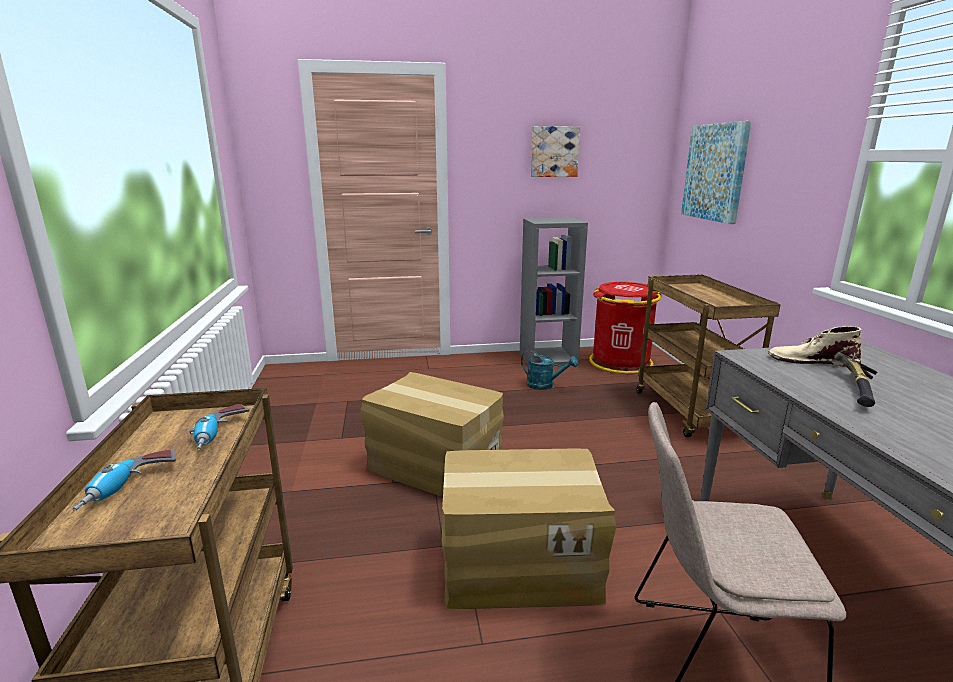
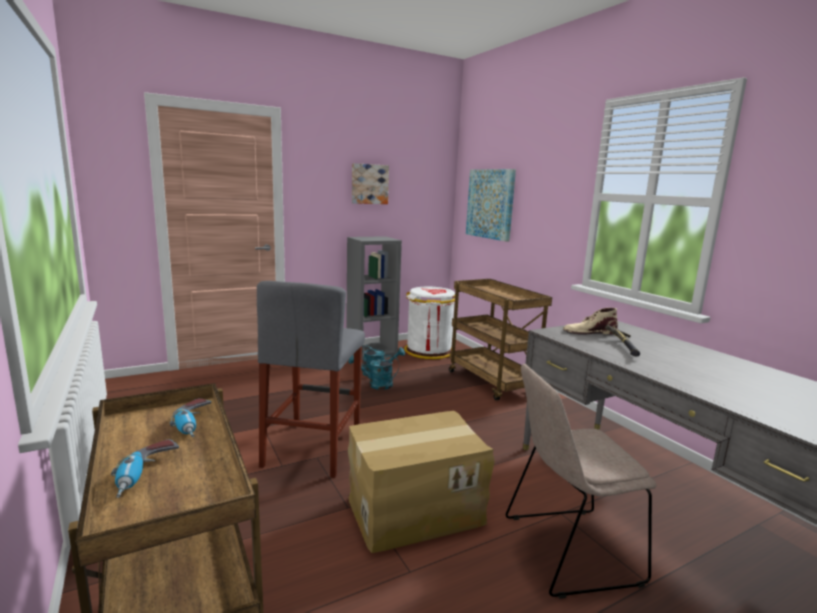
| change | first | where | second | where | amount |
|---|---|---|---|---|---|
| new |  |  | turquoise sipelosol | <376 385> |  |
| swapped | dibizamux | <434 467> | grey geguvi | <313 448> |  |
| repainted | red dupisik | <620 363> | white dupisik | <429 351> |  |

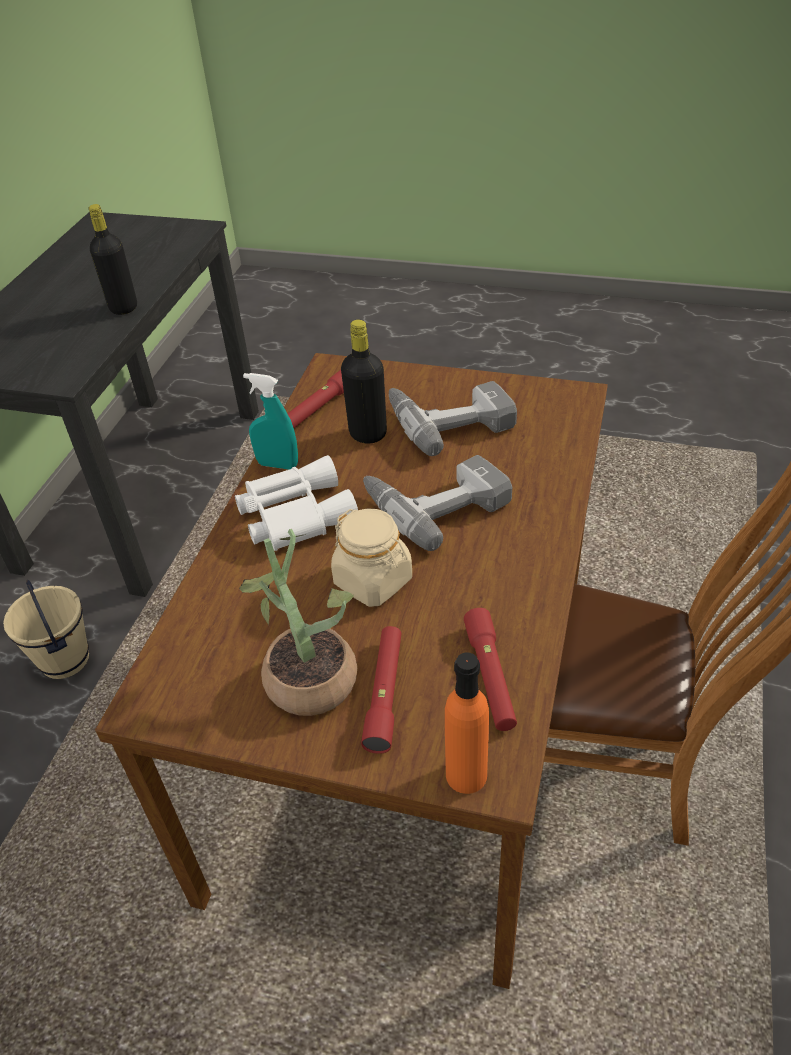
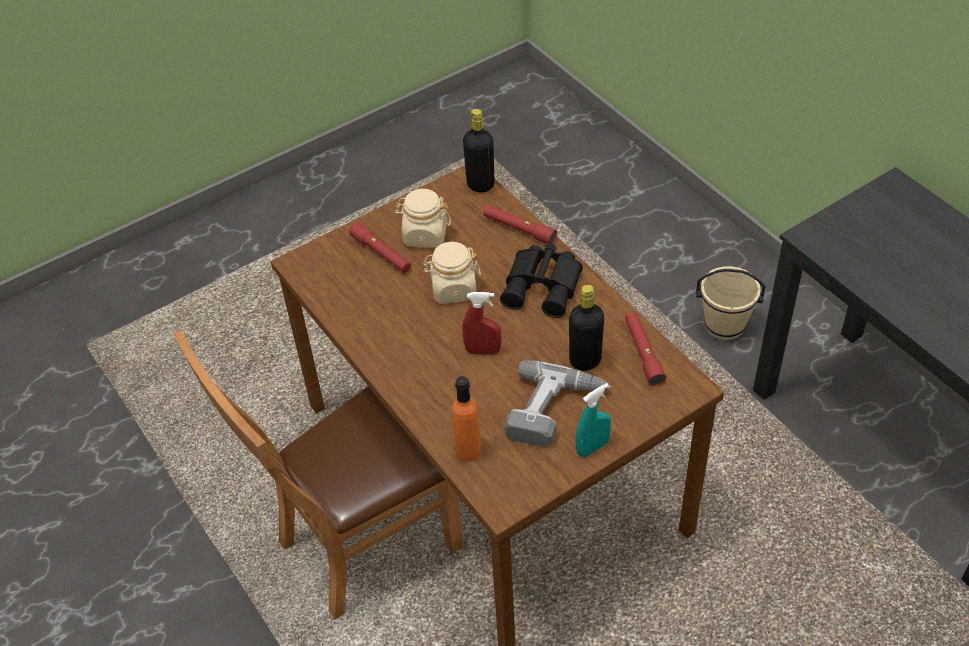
| change | first | where | second | where | amount |
|---|---|---|---|---|---|
| shifted | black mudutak | <123 307> |  | <480 184> |  |
| shifted | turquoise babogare | <277 465> |  | <592 447> |  |
| shifted | orange mudutak | <466 774> |  | <468 451> |  |
| shifted | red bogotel | <490 676> |  | <519 229> |  |
| swapped | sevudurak | <307 672> | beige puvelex | <425 235> |  |
| swapped | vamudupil | <435 502> | red babogare | <483 351> |  |
| repainted | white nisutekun | <294 513> | black nisutekun | <544 286> |  |

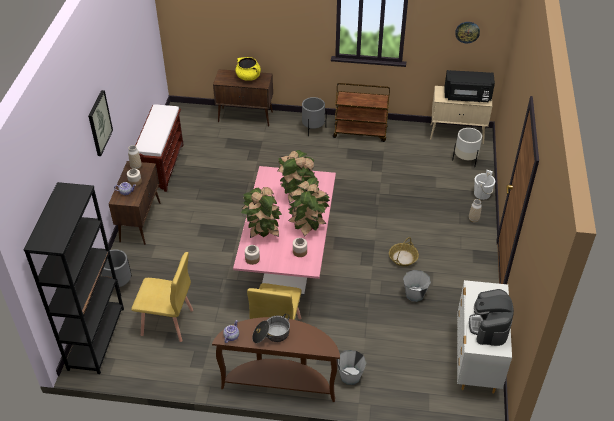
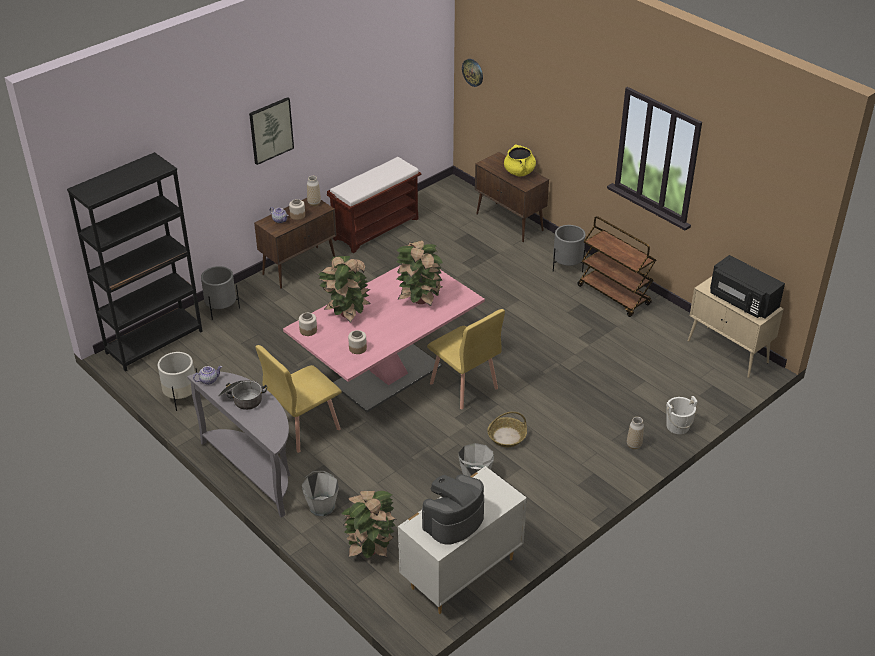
| change | first | where | second | where | amount |
|---|---|---|---|---|---|
| shifted | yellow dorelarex | <167 323> |  | <463 386> |  |
| shifted | sevudurak | <308 227> |  | <370 550> |  |
| shifted | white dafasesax | <465 159> |  | <181 397> |  |
| shifted | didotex | <467 32> |  | <473 72> |  |
| repainted | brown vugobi | <280 382> | grey vugobi | <255 470> |  |

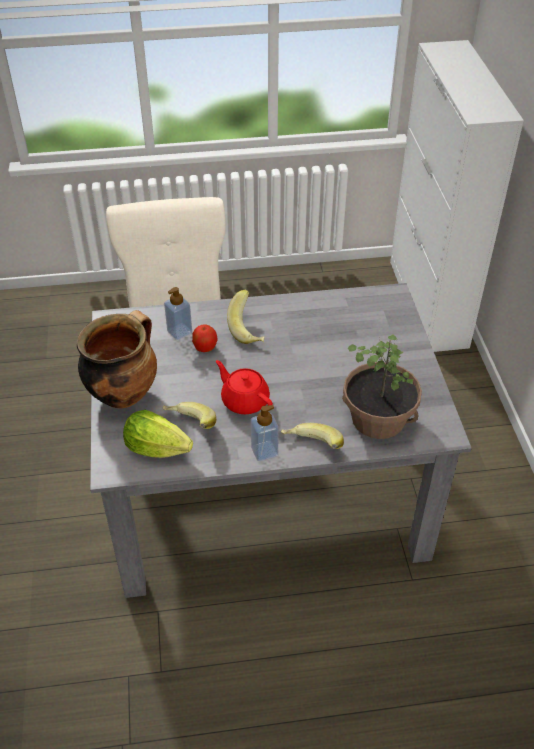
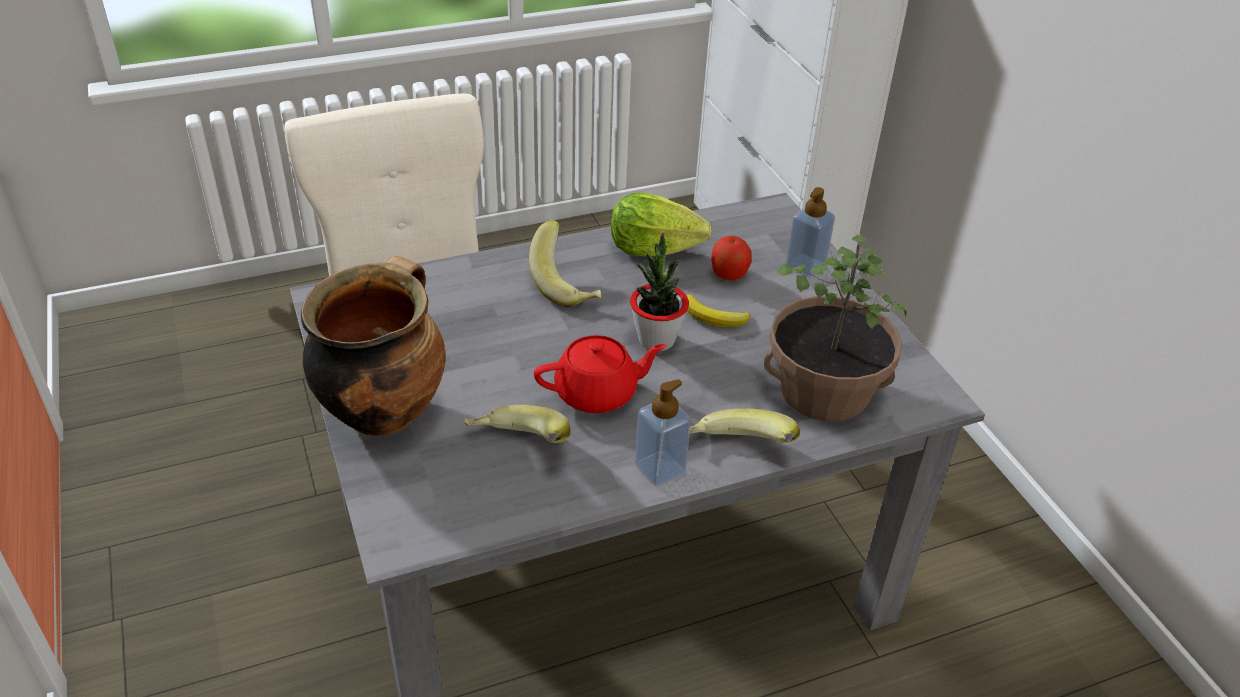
| change | first | where | second | where | amount |
|---|---|---|---|---|---|
| new |  |  | sevudurak | <656 340> |  |
| new |  |  | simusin | <714 317> |  |
| shifted | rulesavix | <156 448> |  | <653 249> |  |
| shifted | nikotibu | <179 332> |  | <805 266> |  |
| shifted | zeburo | <205 348> |  | <729 275> |  |
| rotated | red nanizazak | <244 400> |  | <598 393> | 135 degrees clockwise |

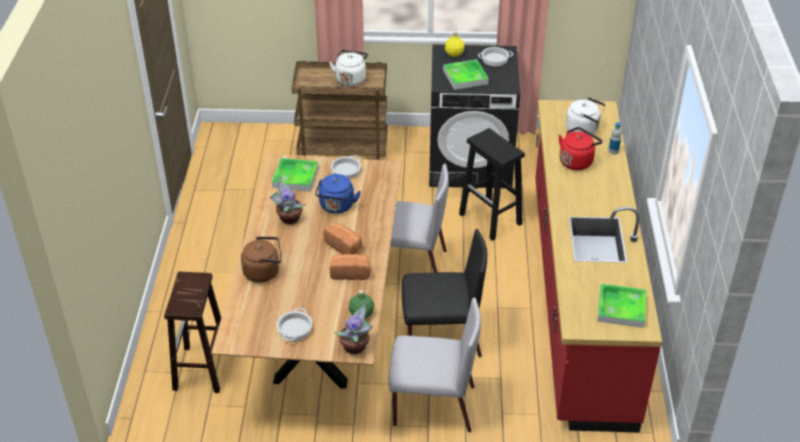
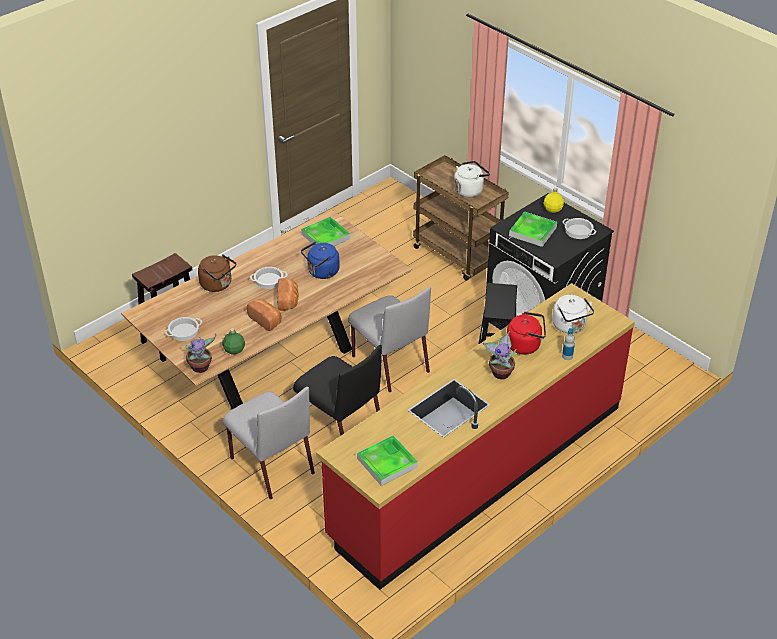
| change | first | where | second | where | amount |
|---|---|---|---|---|---|
| shifted | sevudurak | <288 218> |  | <500 372> |  |
| shifted | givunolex | <346 171> |  | <268 280> |  |

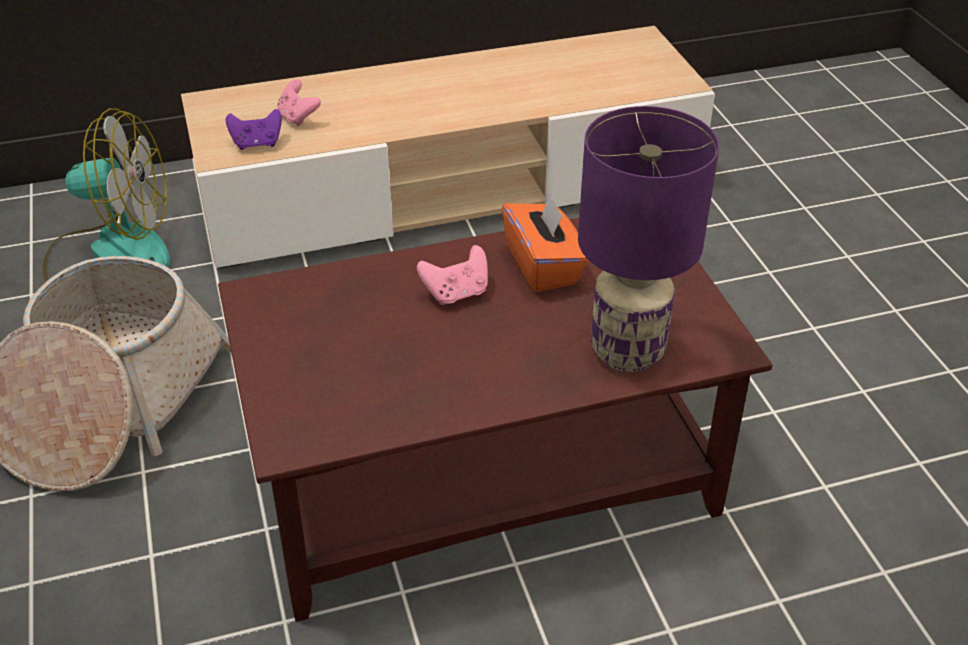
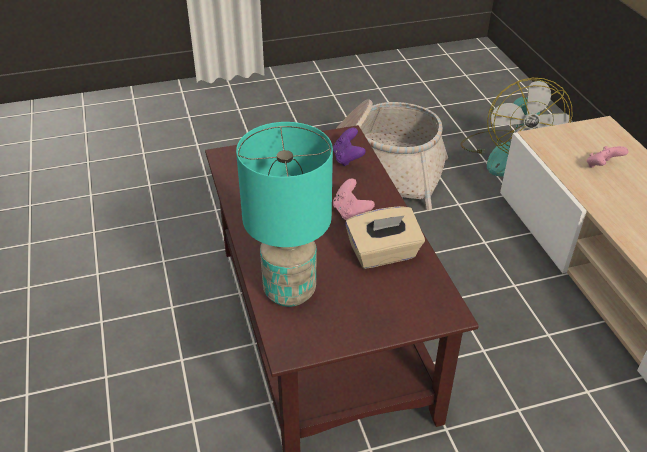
| change | first | where | second | where | amount |
|---|---|---|---|---|---|
| shifted | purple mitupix | <257 144> |  | <347 158> |  |
| repainted | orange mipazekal | <543 266> | beige mipazekal | <383 254> |  |
| repainted | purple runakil | <626 352> | turquoise runakil | <289 290> |  |

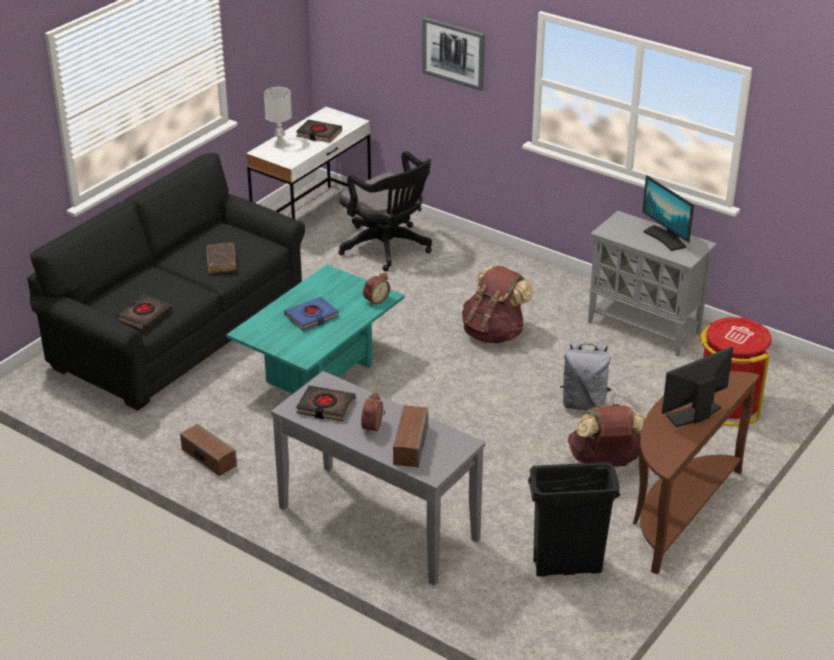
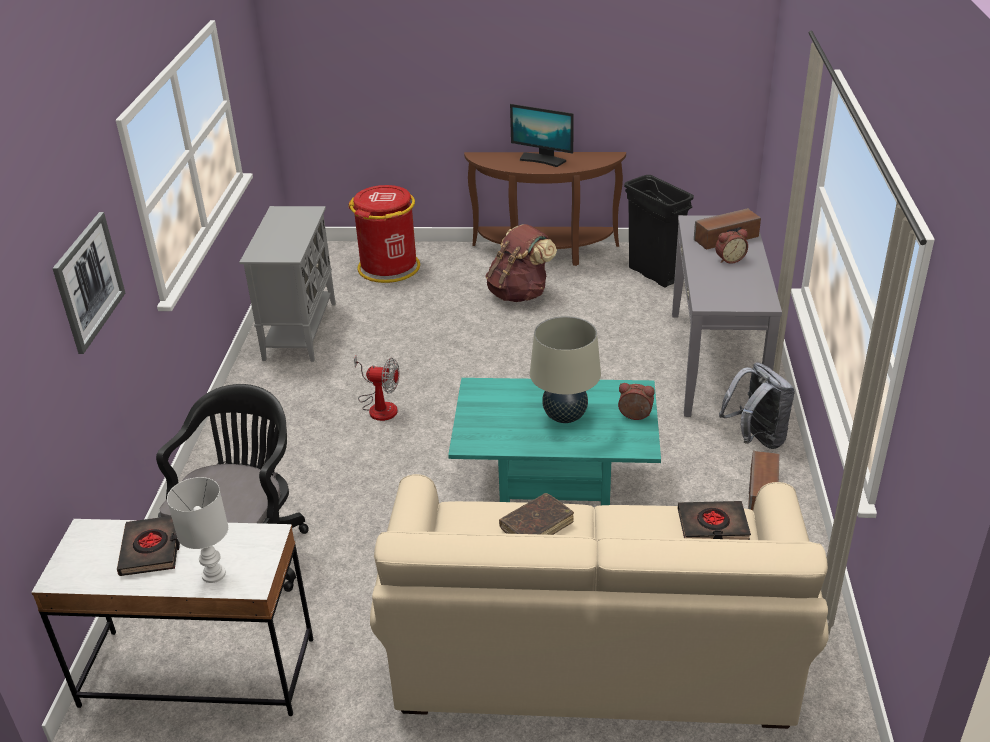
| change | first | where | second | where | amount |
|---|---|---|---|---|---|
| gone | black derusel | <325 407> |  |  |  |
| gone | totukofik | <665 238> |  |  |  |
| shifted | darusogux | <375 300> |  | <635 416> |  |
| shifted | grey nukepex | <584 403> |  | <756 439> |  |
| swapped | blue derusel | <311 317> | beige runakil | <564 416> |  |
| swapped | brown nukepex | <494 333> | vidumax | <379 406> |  |
| repainted | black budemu | <179 332> | beige budemu | <591 647> |  |

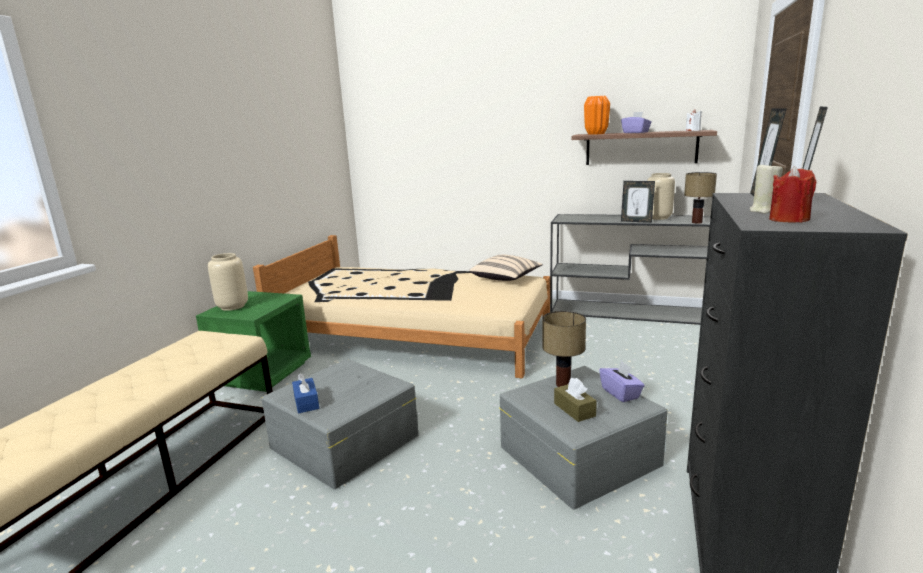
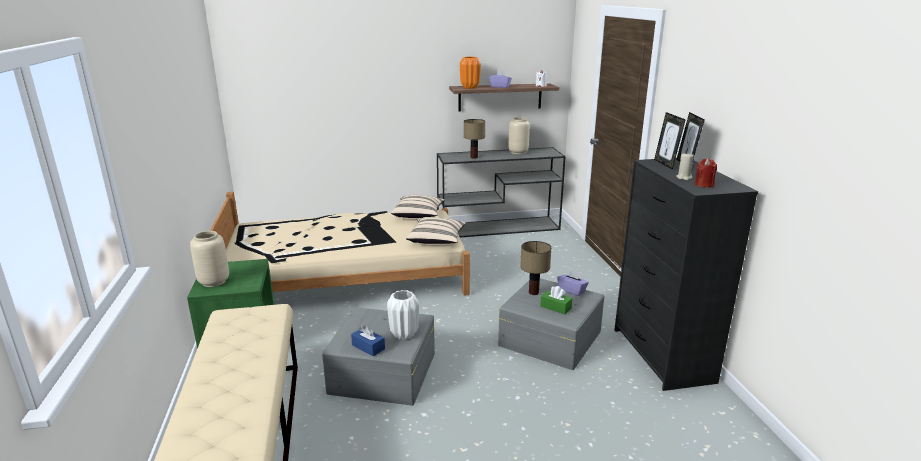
| change | first | where | second | where | amount |
|---|---|---|---|---|---|
| gone | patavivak | <636 221> |  |  |  |
| new |  |  | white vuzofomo | <404 334> |  |
| new |  |  | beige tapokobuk | <437 240> |  |
| shifted | runakil | <696 222> |  | <474 157> |  |
| repainted | brown mipazekal | <574 410> | green mipazekal | <555 307> |  |

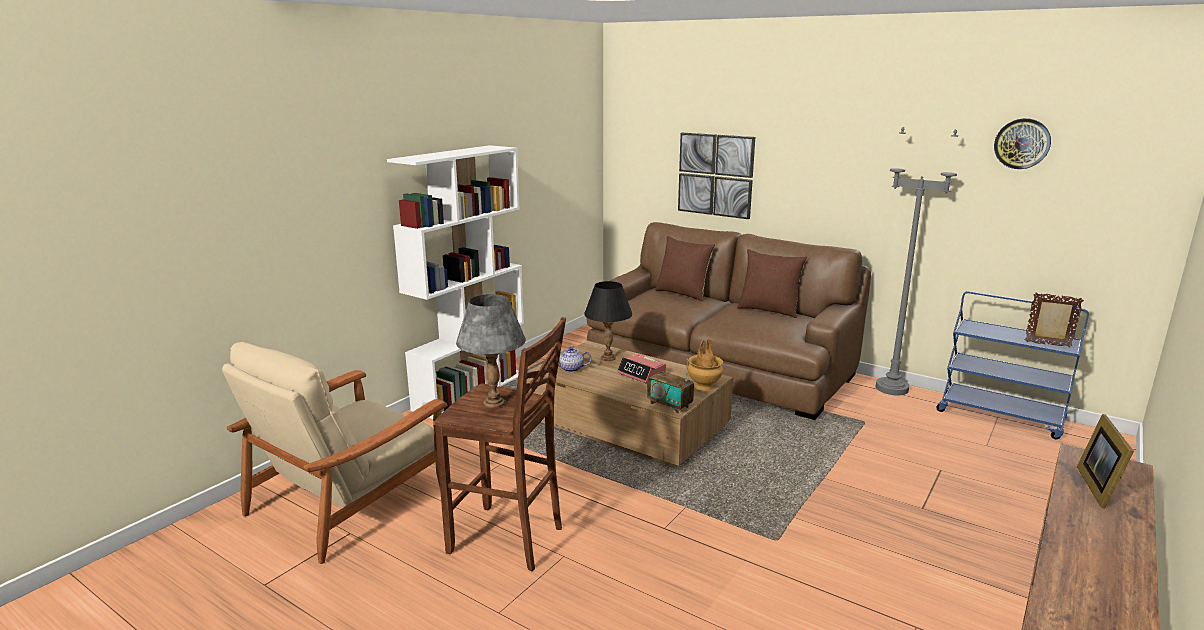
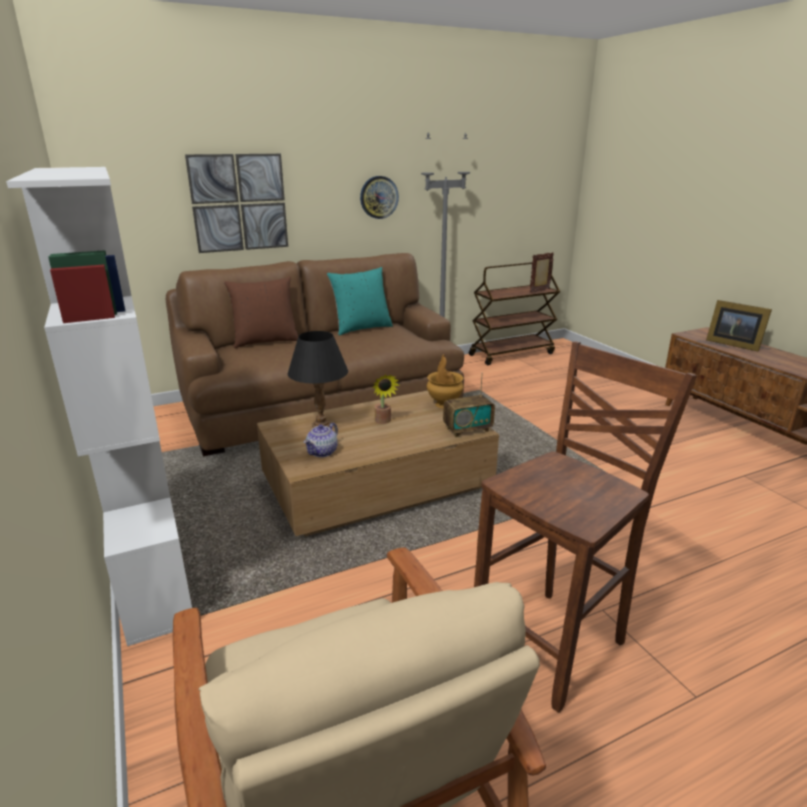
| change | first | where | second | where | amount |
|---|---|---|---|---|---|
| gone | grey runakil | <494 403> |  |  |  |
| shifted | didotex | <1022 143> |  | <379 197> |  |
| swapped | darusogux | <641 374> | sevudurak | <383 421> |  |
| repainted | brown tapokobuk | <769 310> | turquoise tapokobuk | <361 328> |  |
| repainted | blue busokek | <1001 416> | brown busokek | <511 354> |  |

